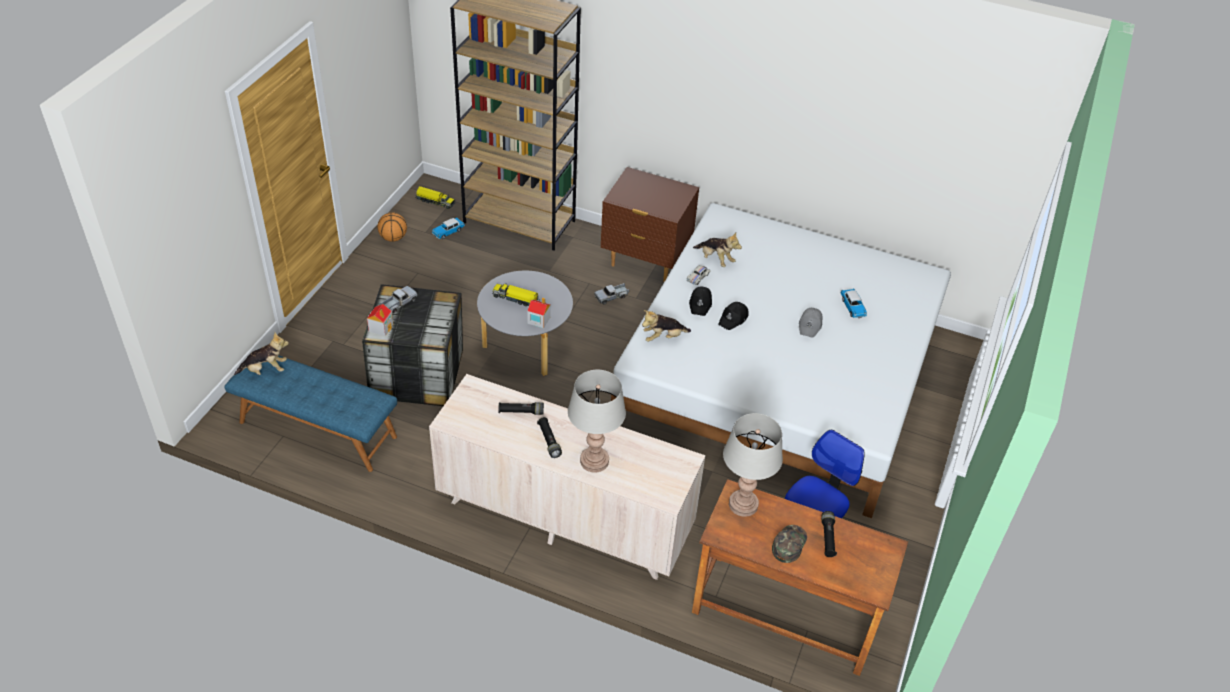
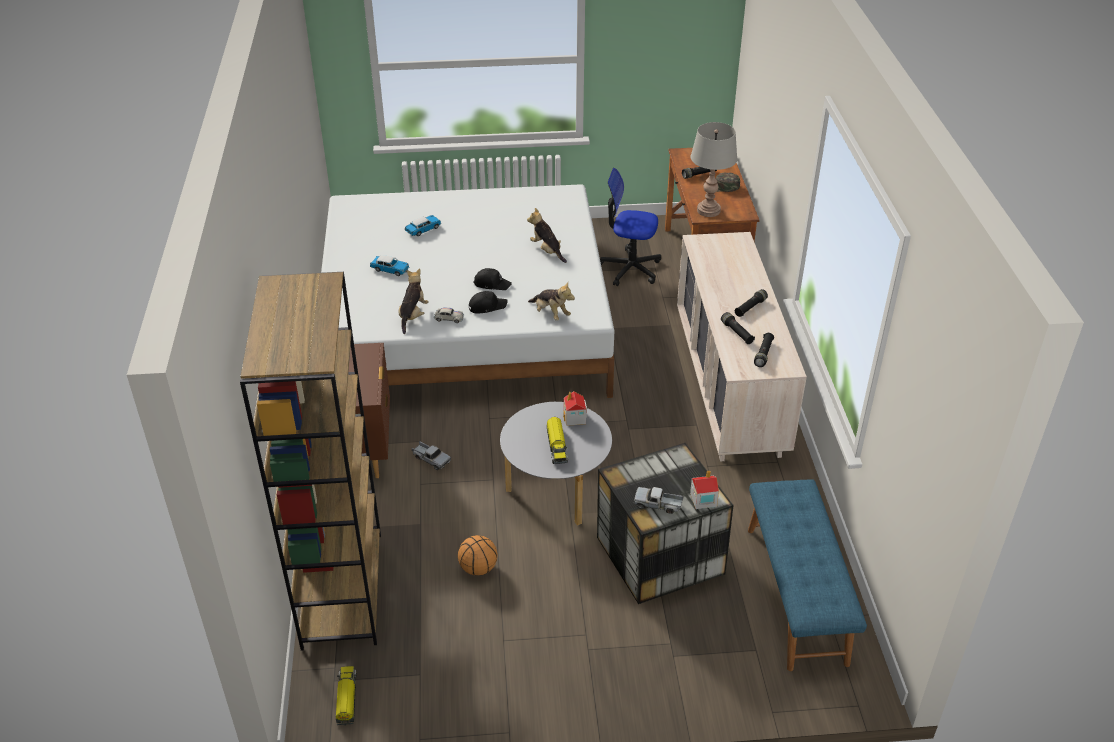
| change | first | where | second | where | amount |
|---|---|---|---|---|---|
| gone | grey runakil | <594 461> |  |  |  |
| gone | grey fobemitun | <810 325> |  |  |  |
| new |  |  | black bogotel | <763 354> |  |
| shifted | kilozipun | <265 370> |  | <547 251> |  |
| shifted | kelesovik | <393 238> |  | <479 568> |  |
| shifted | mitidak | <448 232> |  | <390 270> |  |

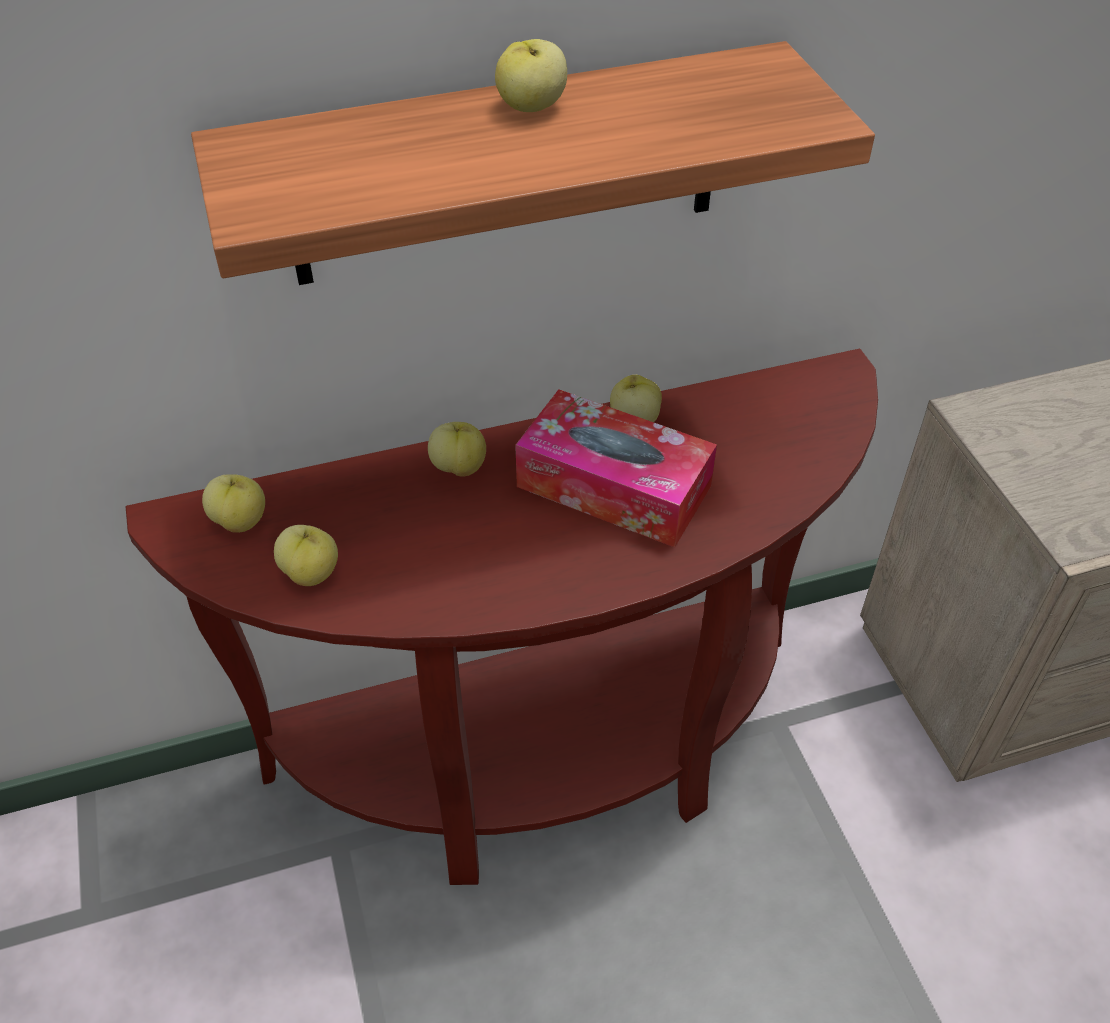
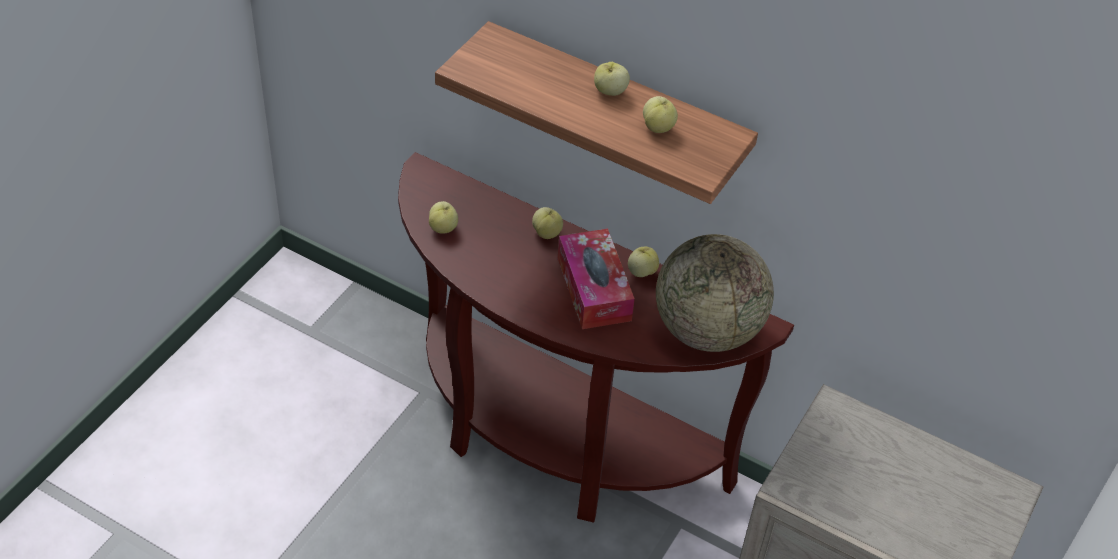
| change | first | where | second | where | amount |
|---|---|---|---|---|---|
| new |  |  | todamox | <707 330> |  |
| shifted | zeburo | <240 521> |  | <658 127> |  |

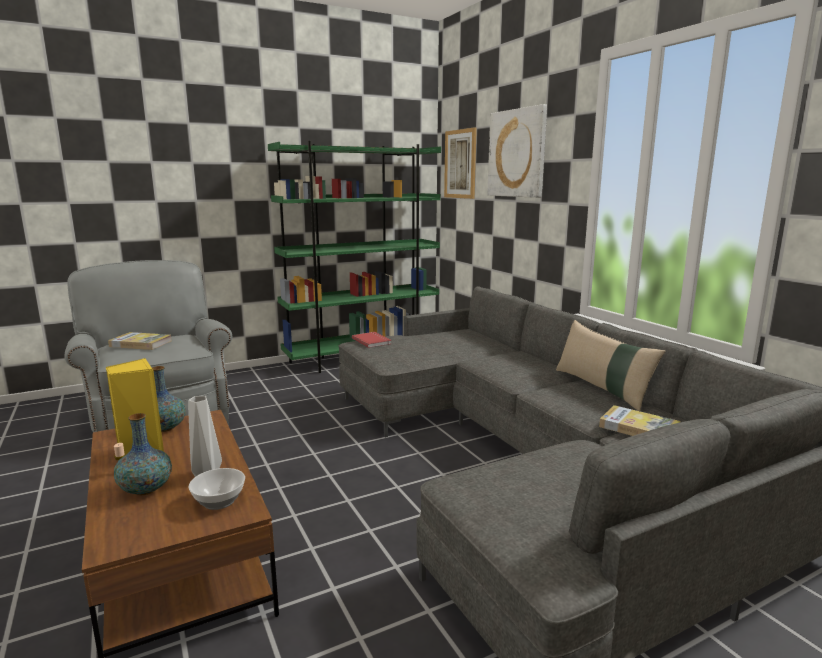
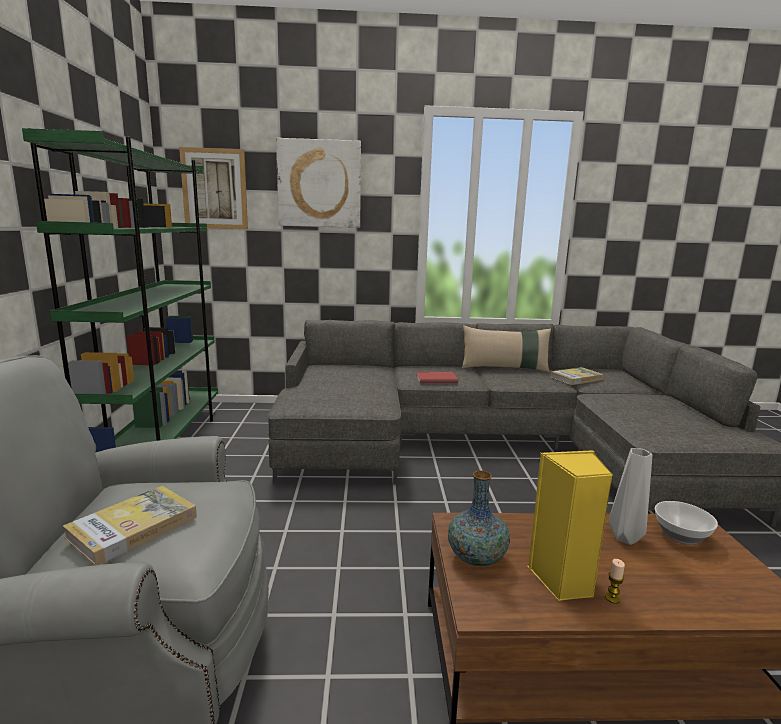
| change | first | where | second | where | amount |
|---|---|---|---|---|---|
| gone | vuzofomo | <145 489> |  |  |  |
| shifted | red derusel | <372 341> |  | <436 379> |  |

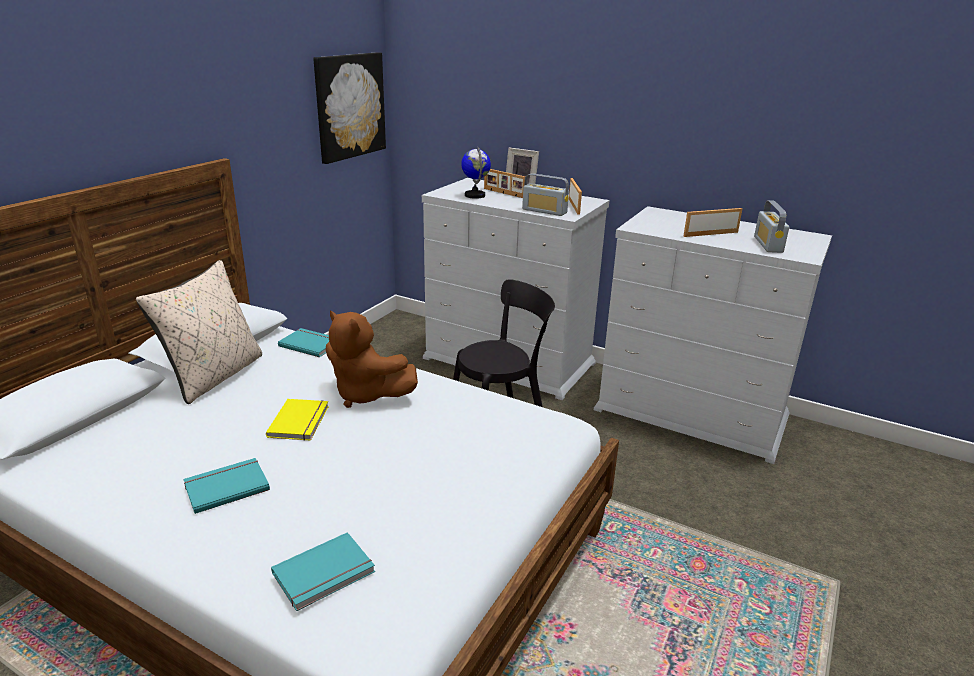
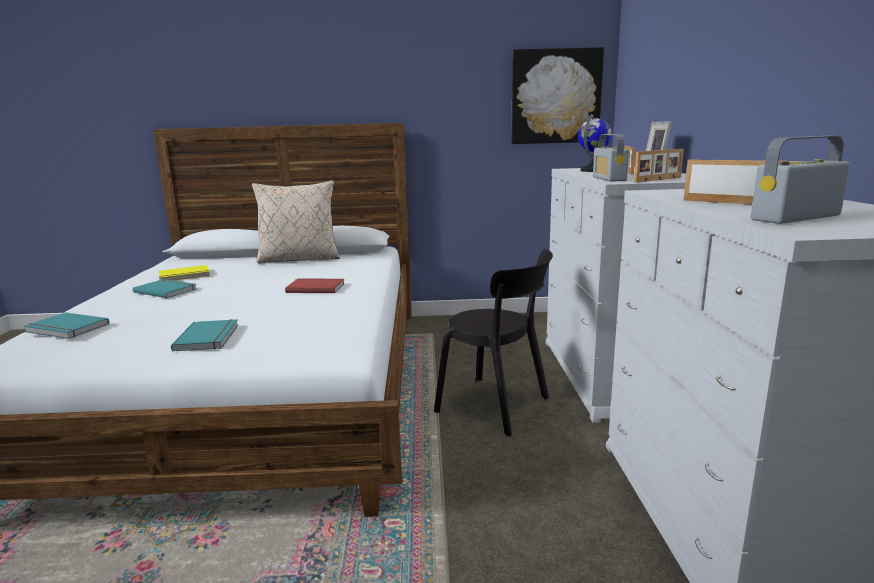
| change | first | where | second | where | amount |
|---|---|---|---|---|---|
| shifted | yellow derusel | <301 421> |  | <185 276> |  |
| shifted | turquoise derusel | <310 344> |  | <209 337> |  |
| swapped | brown kilozipun | <366 394> | red derusel | <316 288> |  |

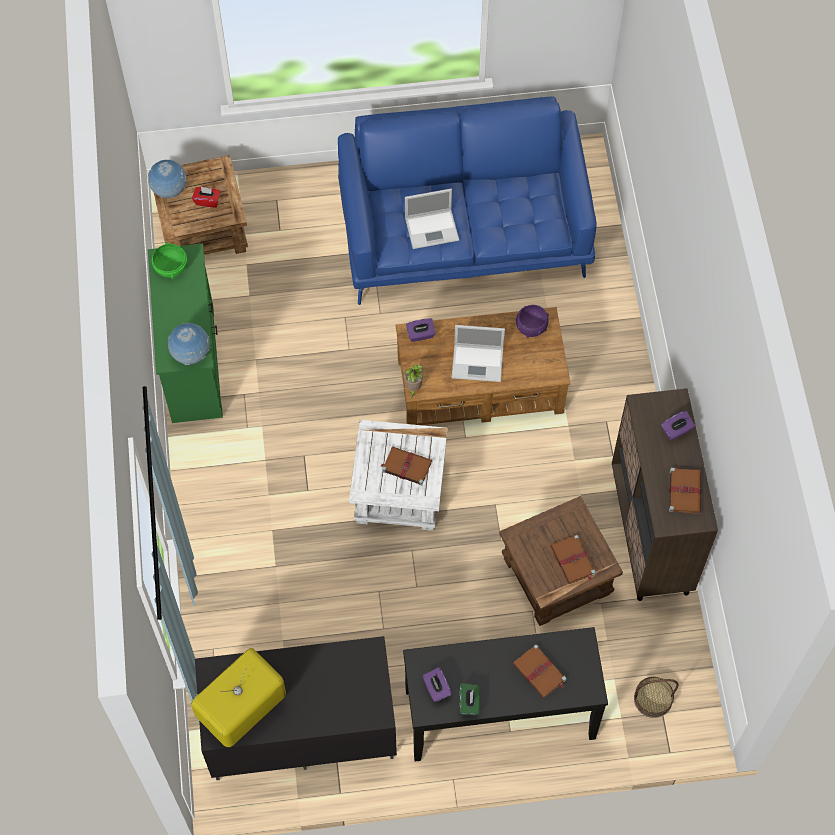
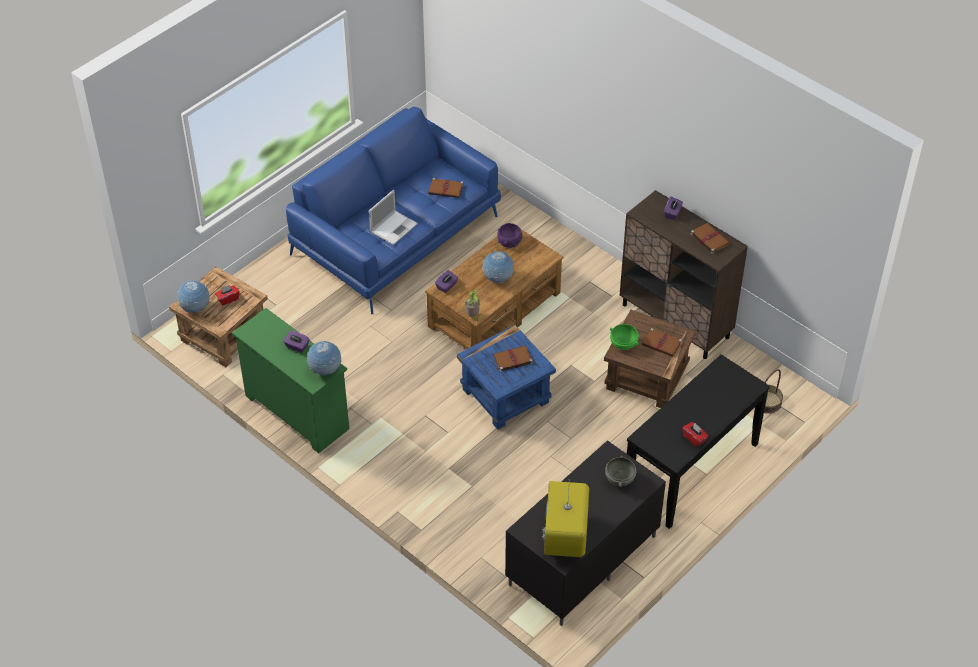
| change | first | where | second | where | amount |
|---|---|---|---|---|---|
| new |  |  | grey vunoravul | <619 478> |  |
| shifted | green vunoravul | <171 268> |  | <624 344> |  |
| shifted | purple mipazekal | <436 688> |  | <297 346> |  |
| shifted | brown derusel | <540 672> |  | <446 189> |  |
| swapped | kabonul | <478 362> | todamox | <498 279> |  |
| repainted | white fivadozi | <400 490> | blue fivadozi | <505 395> |  |
| repainted | green mipazekal | <469 703> | red mipazekal | <694 438> |  |

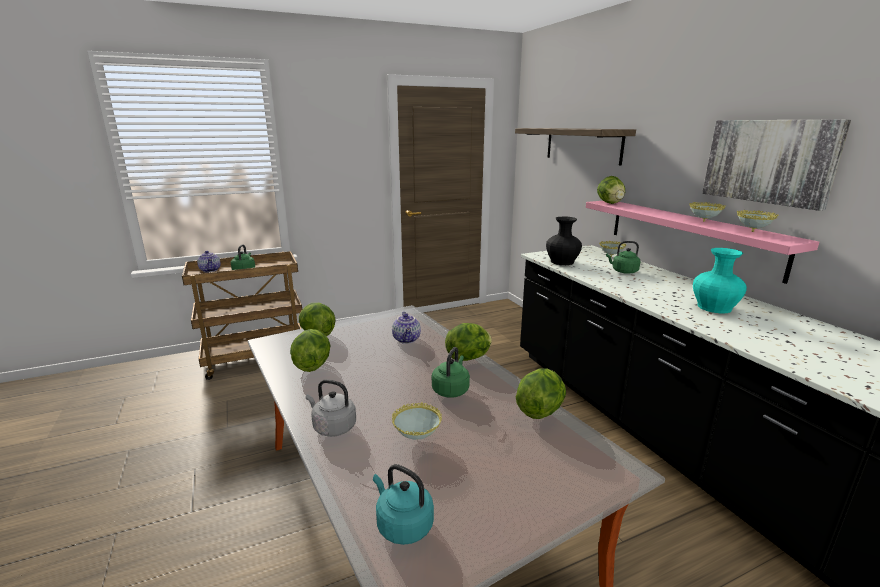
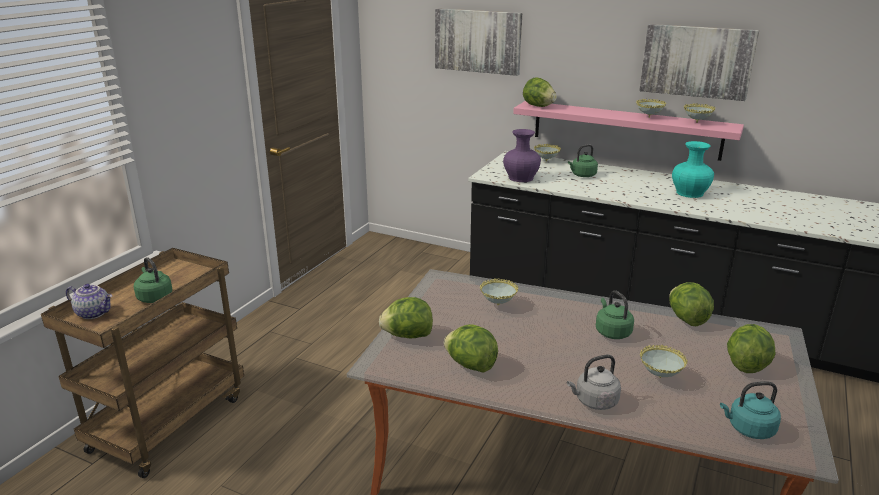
| change | first | where | second | where | amount |
|---|---|---|---|---|---|
| shifted | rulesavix | <469 358> |  | <746 364> |  |
| swapped | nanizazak | <407 339> | vunoravul | <498 305> |  |
| swapped | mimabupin | <582 145> | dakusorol | <478 41> |  |
| repainted | black vuzofomo | <562 262> | purple vuzofomo | <521 178> |  |

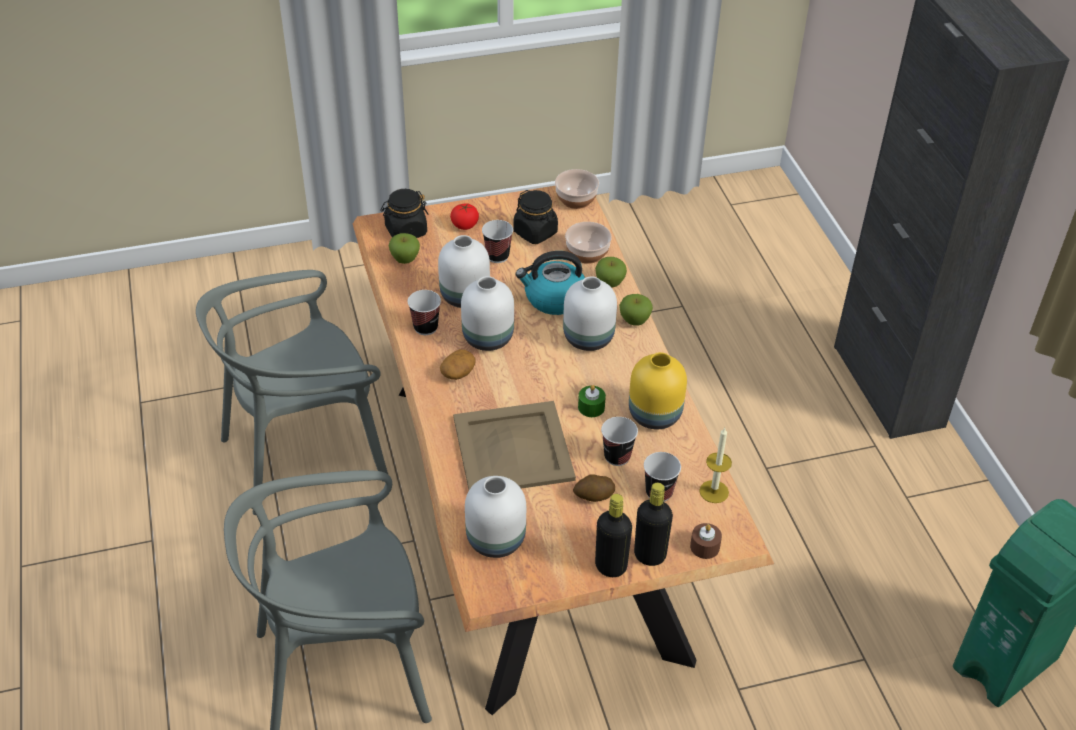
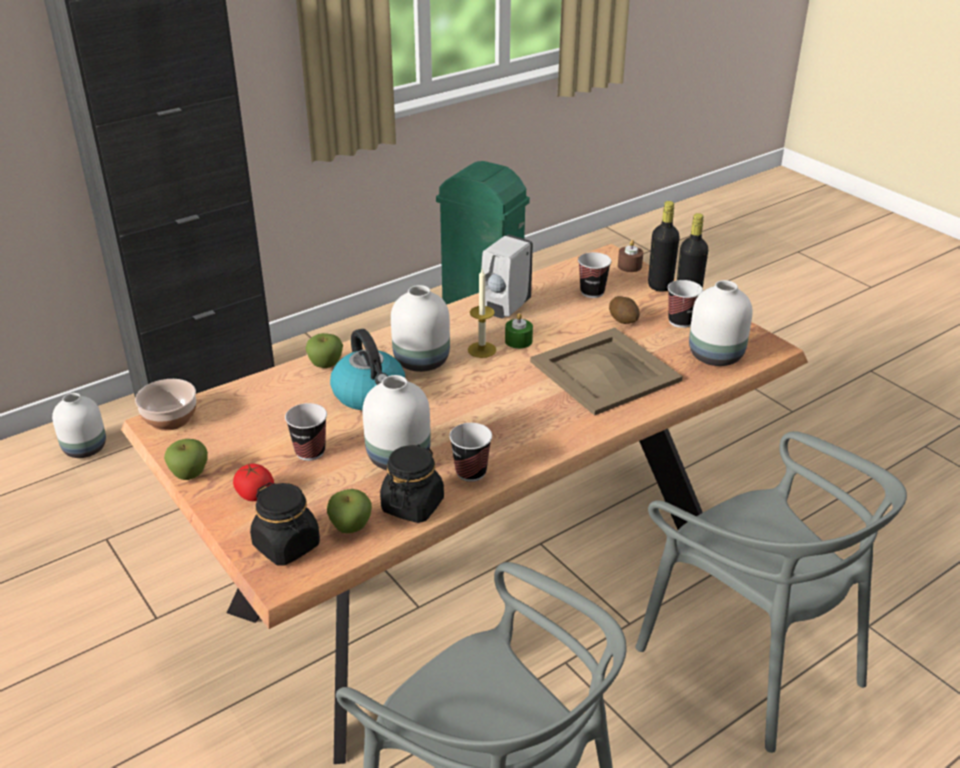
| change | first | where | second | where | amount |
|---|---|---|---|---|---|
| gone | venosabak | <458 373> |  |  |  |
| gone | vunoravul | <587 254> |  |  |  |
| shifted | white vuzofomo | <487 339> |  | <86 448> |  |
| shifted | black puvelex | <535 232> |  | <413 505> |  |
| shifted | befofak | <617 456> |  | <681 321> |  |
| shifted | zeburo | <634 321> |  | <190 474> |  |
| shifted | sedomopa | <714 491> |  | <482 350> |  |
| swapped | yellow vuzofomo | <654 416> | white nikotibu | <505 308> |  |

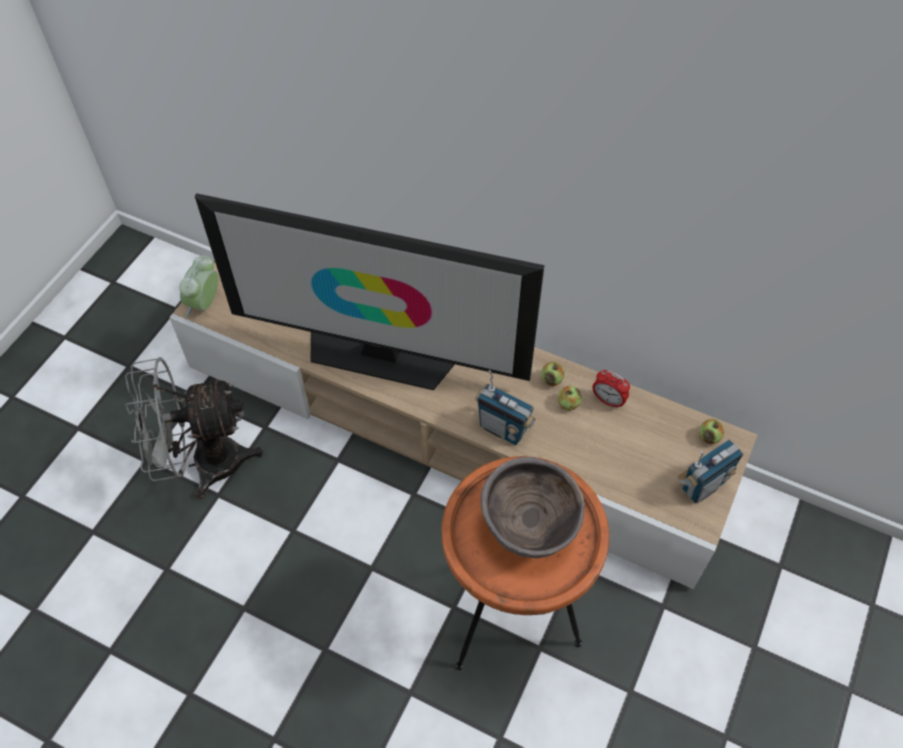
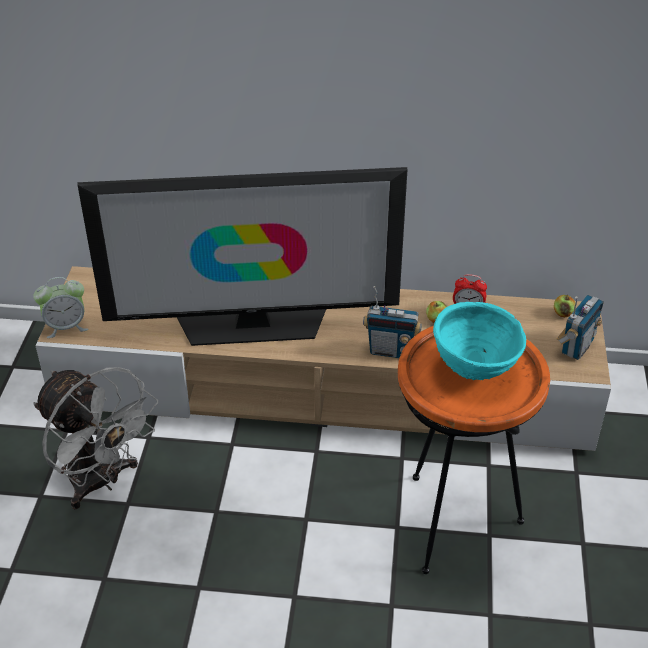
| change | first | where | second | where | amount |
|---|---|---|---|---|---|
| gone | zeburo | <552 379> |  |  |  |
| repainted | brown vunoravul | <528 528> | turquoise vunoravul | <475 370> |  |
| rotated | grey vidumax | <204 463> |  | <101 482> | 105 degrees counterclockwise |
| rotated | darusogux | <205 303> |  | <66 326> | 105 degrees counterclockwise |

